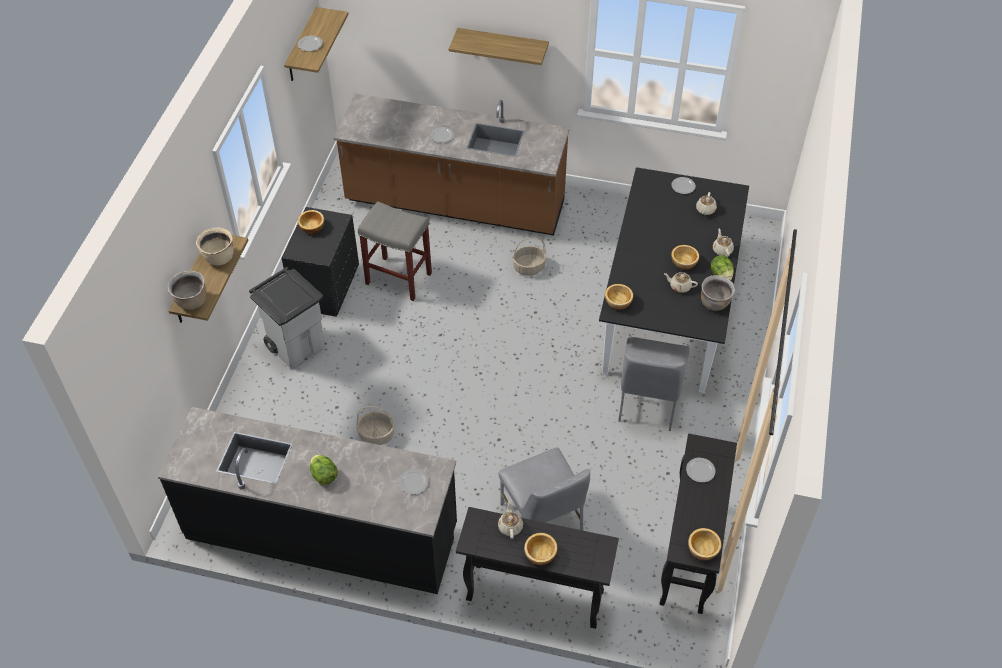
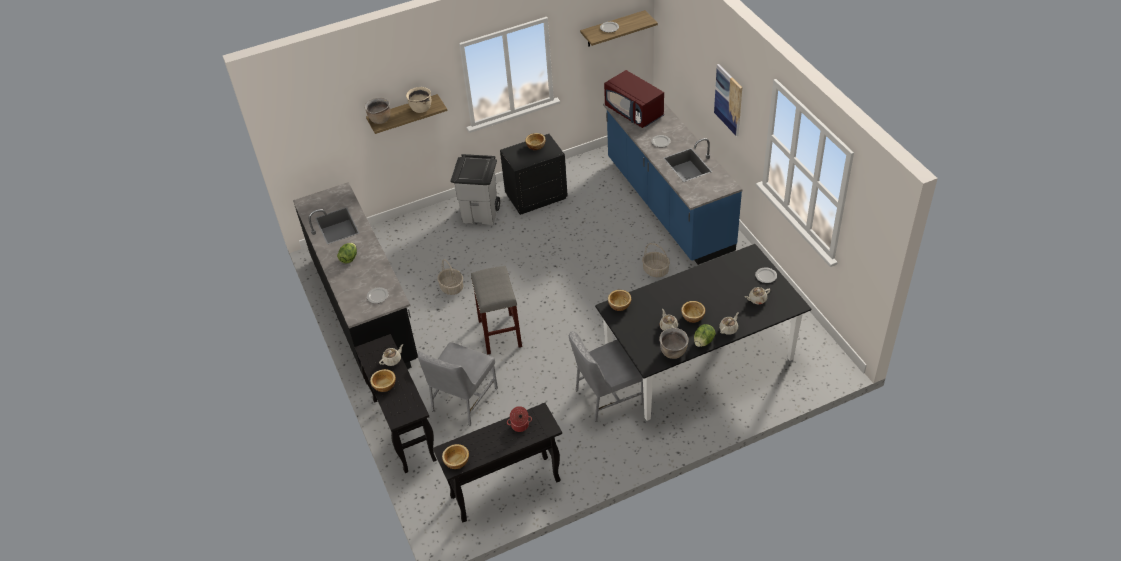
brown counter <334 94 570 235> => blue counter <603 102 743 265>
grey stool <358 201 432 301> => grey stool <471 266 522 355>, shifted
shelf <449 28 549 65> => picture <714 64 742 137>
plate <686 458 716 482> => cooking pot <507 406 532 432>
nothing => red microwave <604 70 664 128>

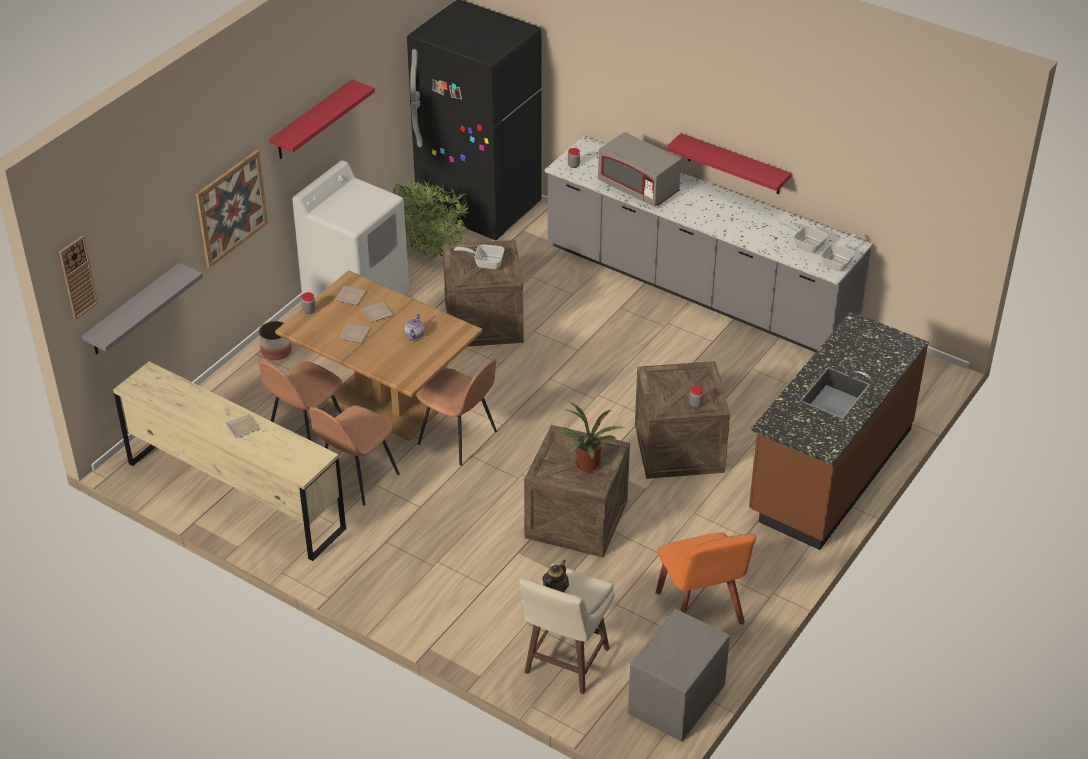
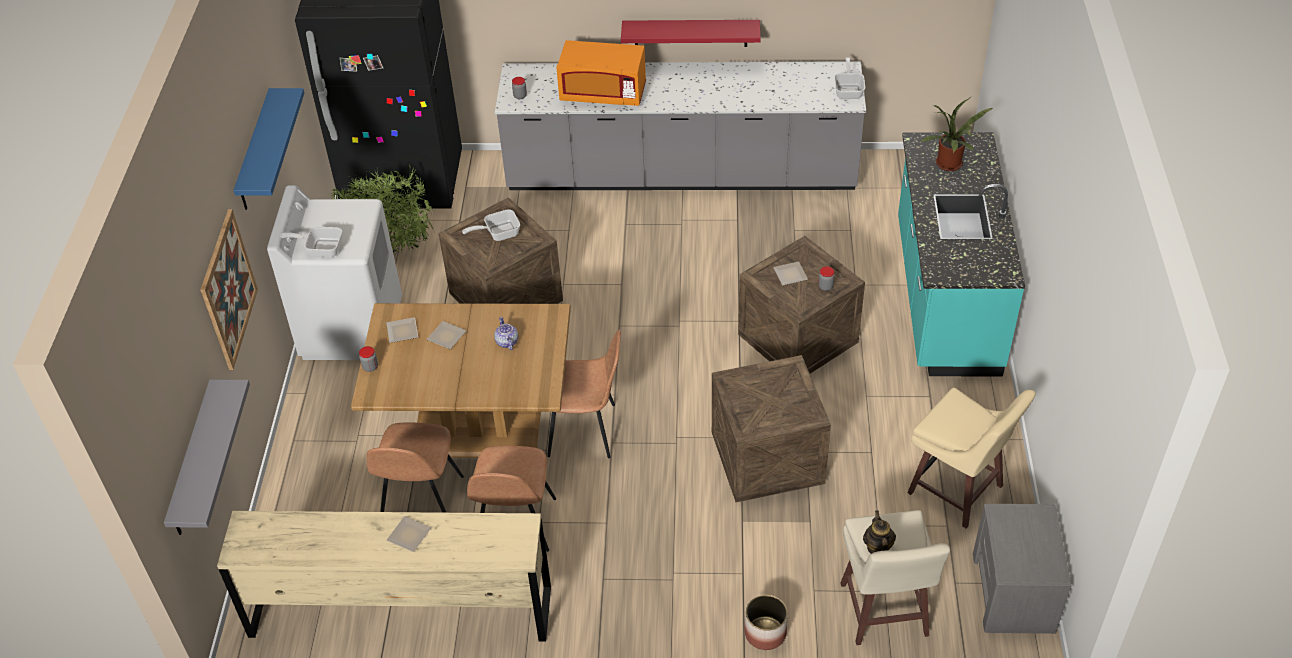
wall clock <59 236 98 320> => nothing
planter <259 321 292 360> => planter <745 595 788 650>, shifted
red shelf <269 79 375 159> => blue shelf <233 88 304 210>
plate <338 323 370 343> => plate <773 261 808 286>, shifted
potted plant <559 402 624 472> => potted plant <920 97 993 171>, shifted
grey microwave <598 132 681 207> => orange microwave <556 40 646 106>
orange chair <656 533 756 625> => beige stool <907 387 1036 528>
brown counter <749 312 929 550> => turquoise counter <898 132 1025 377>
frying pan <779 221 828 253> => frying pan <280 227 342 257>, shifted

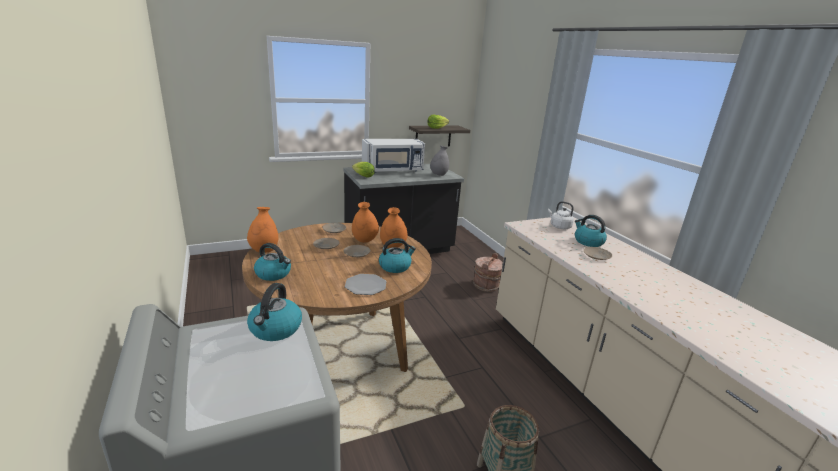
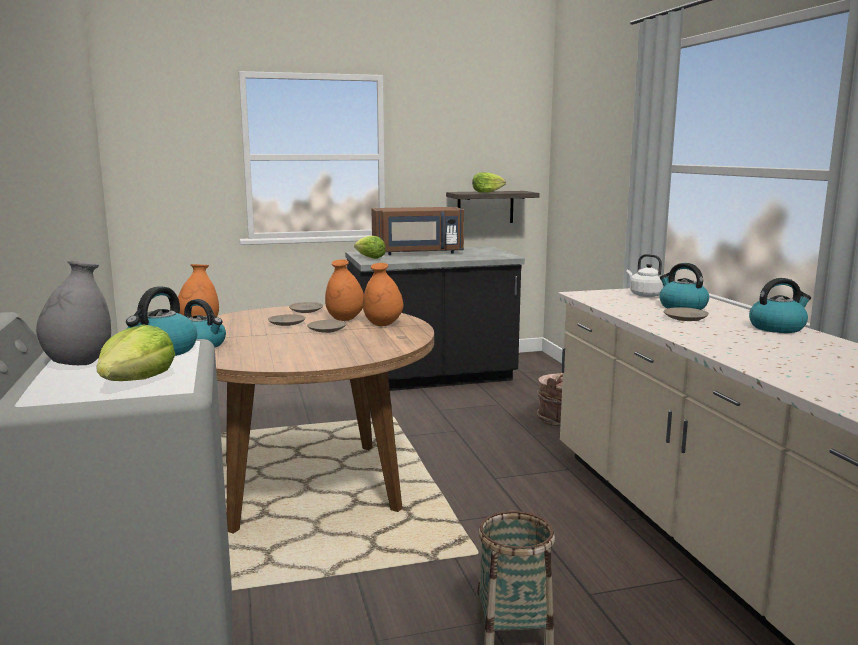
plate <345 274 386 295> => nothing
white microwave <362 139 425 173> => brown microwave <371 207 464 255>
kettle <379 238 416 273> => kettle <749 278 811 333>, shifted
grey vase <430 146 449 176> => grey vase <36 260 111 365>, shifted
nothing => lettuce <96 324 175 381>

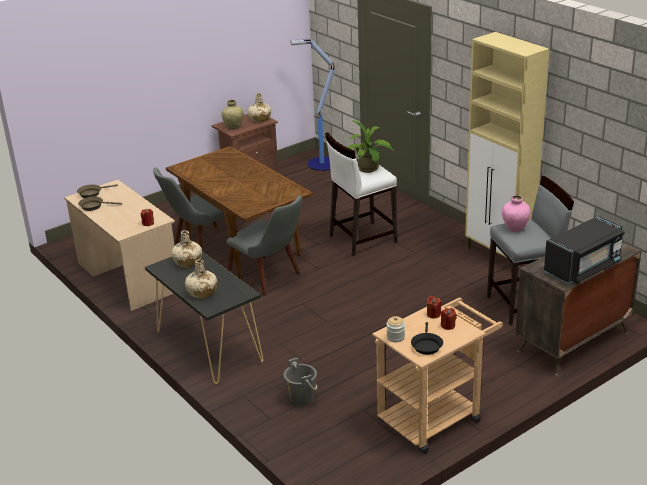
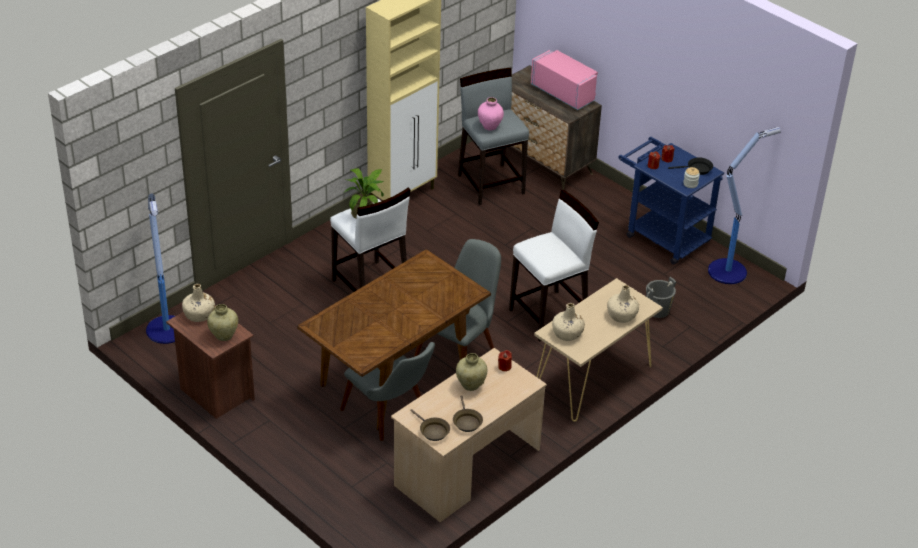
black console table <145 252 263 384> => beige console table <534 278 663 422>
beige cart <372 298 503 454> => blue cart <618 137 724 265>
black microwave <544 216 625 284> => pink microwave <531 50 598 110>
nothing => beige vase <456 353 487 391>
nothing => white stool <509 190 599 342>
nothing => floor lamp <708 127 781 284>

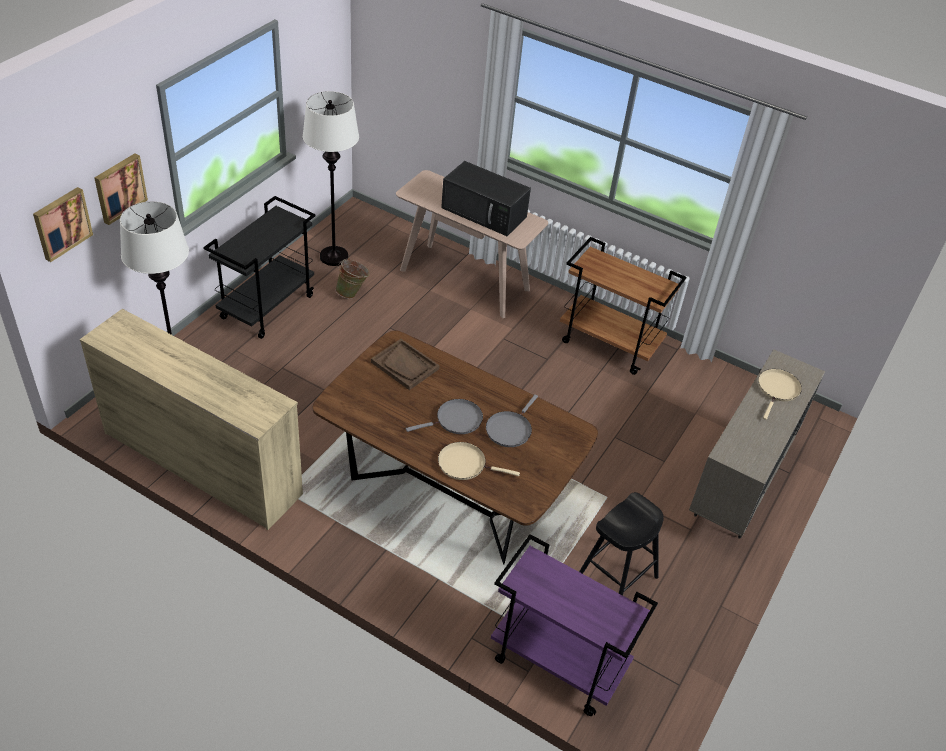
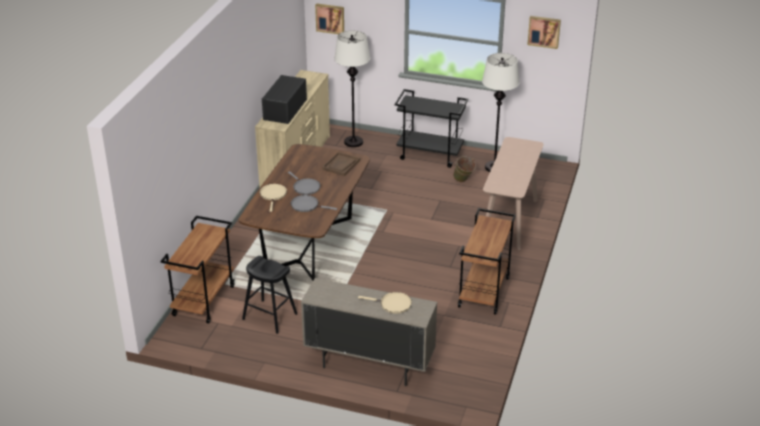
picture <94 153 148 225> => picture <527 16 561 49>, shifted
black microwave <441 161 531 236> => black microwave <262 75 307 124>, shifted
purple cart <491 534 658 716> => brown cart <160 216 235 324>

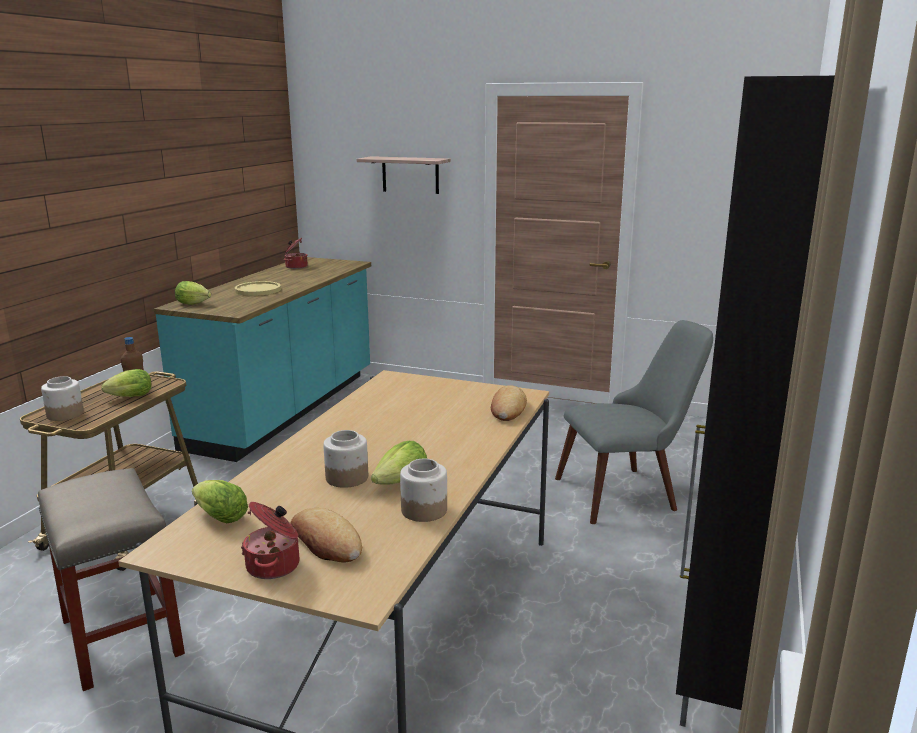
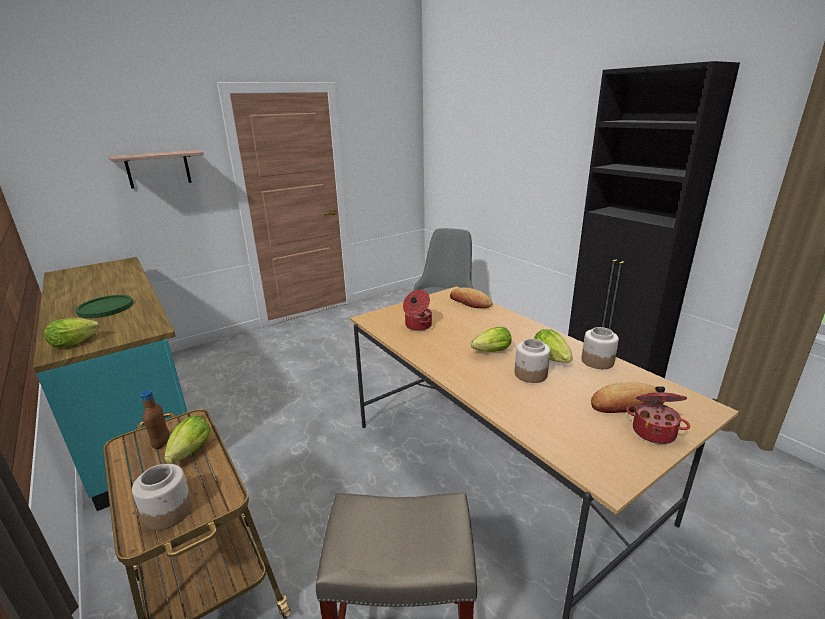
lettuce <192 480 248 523> => lettuce <471 327 512 352>, shifted
yellow plate <235 281 281 296> => green plate <76 295 133 318>
cooking pot <284 238 308 269> => cooking pot <403 290 432 331>, shifted

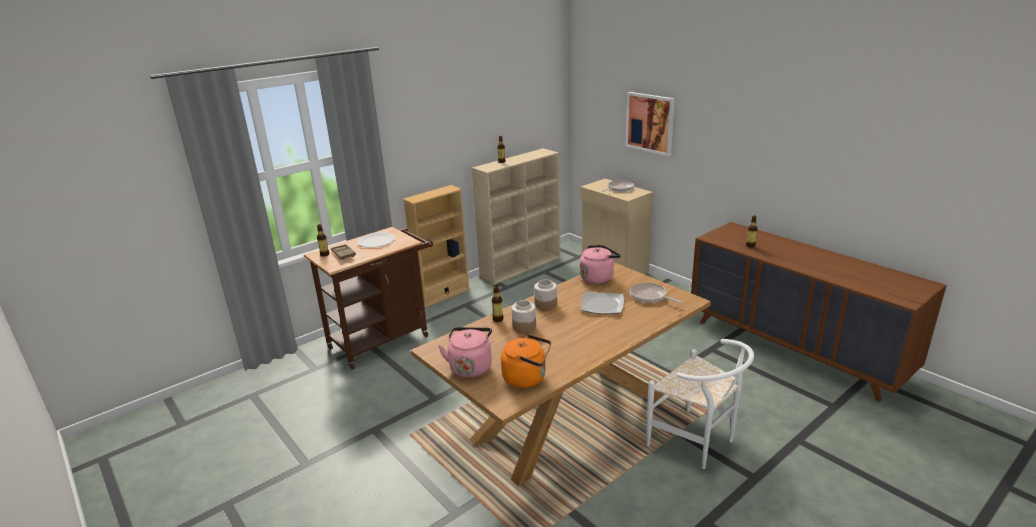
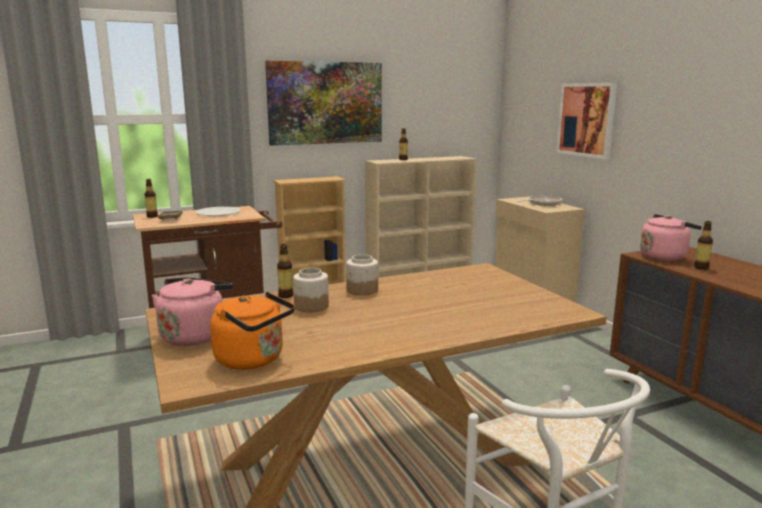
pink kettle <580 245 621 284> => pink kettle <640 214 702 261>, shifted
plate <581 292 624 314> => nothing
frying pan <630 283 682 304> => nothing
nothing => picture <265 60 382 146>

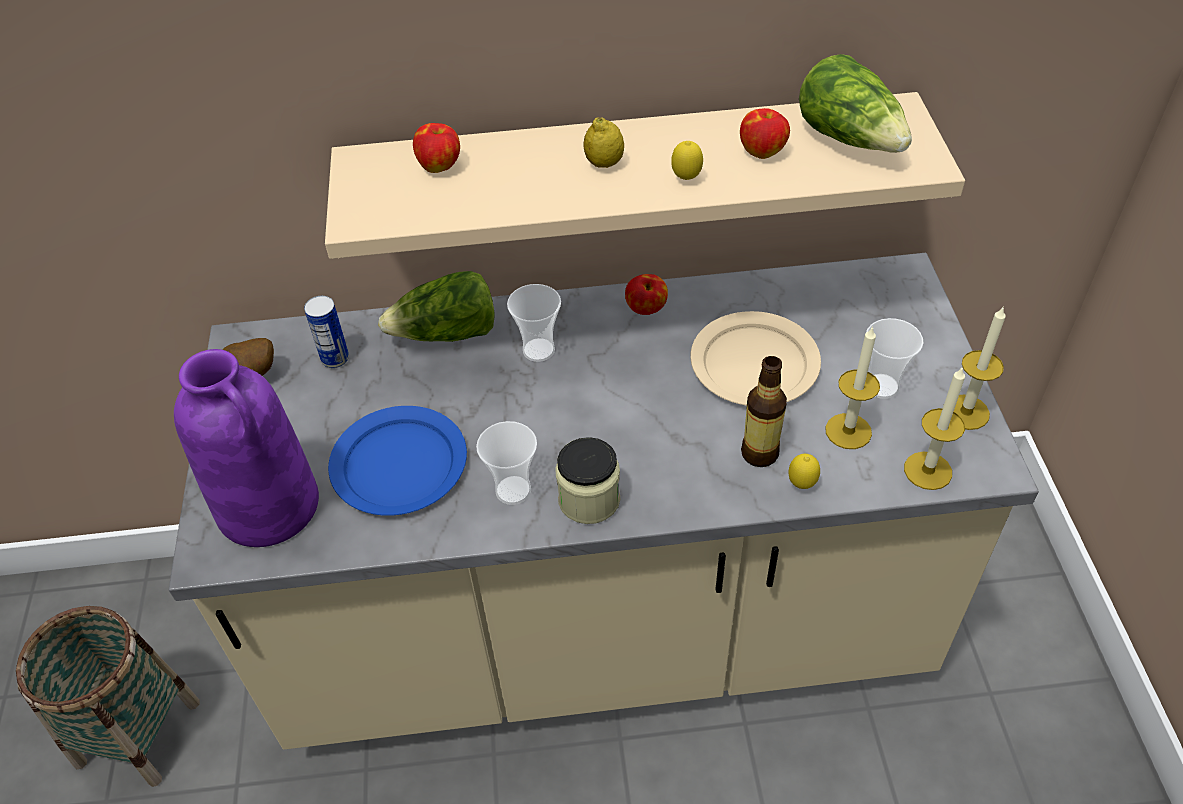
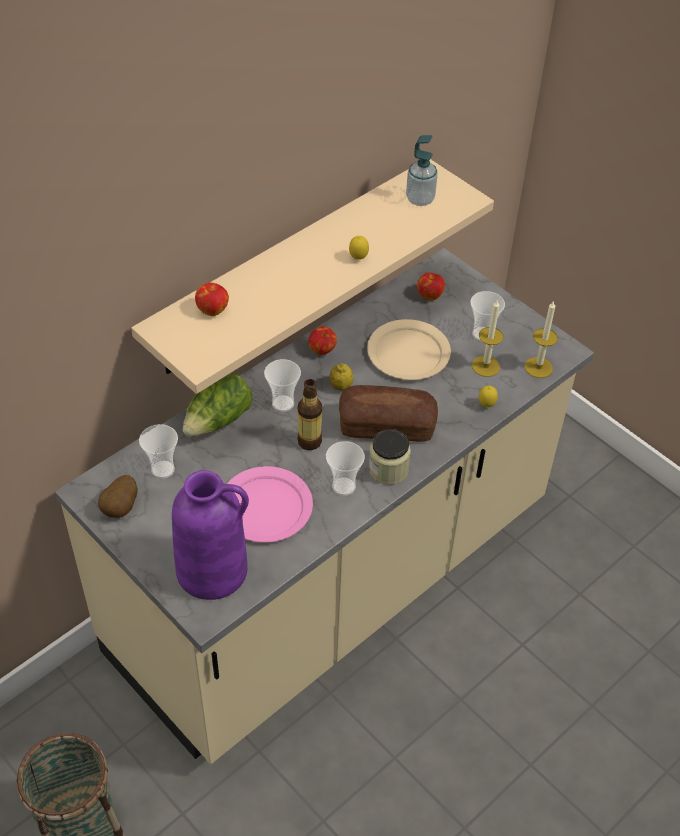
can <304 296 349 368> => cup <139 424 178 479>
blue plate <328 406 467 516> => pink plate <227 466 313 542>
lemon <583 117 624 168> => lemon <330 363 353 391>, shifted
apple <740 108 790 159> => apple <417 273 445 300>, shifted
bottle <741 356 787 467> => bottle <297 379 322 450>, shifted
lettuce <799 54 912 152> => soap dispenser <406 135 438 206>
candle <954 306 1006 430> => nothing
nothing => bread <339 385 438 442>

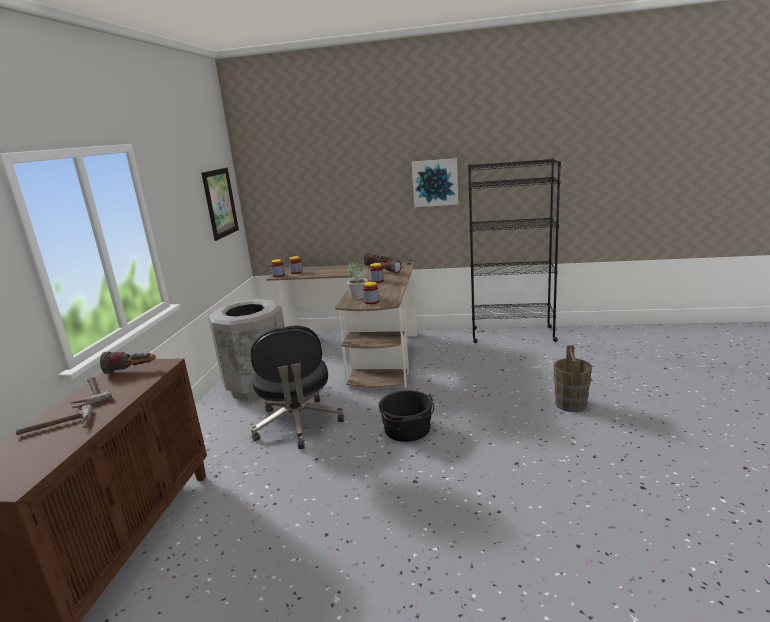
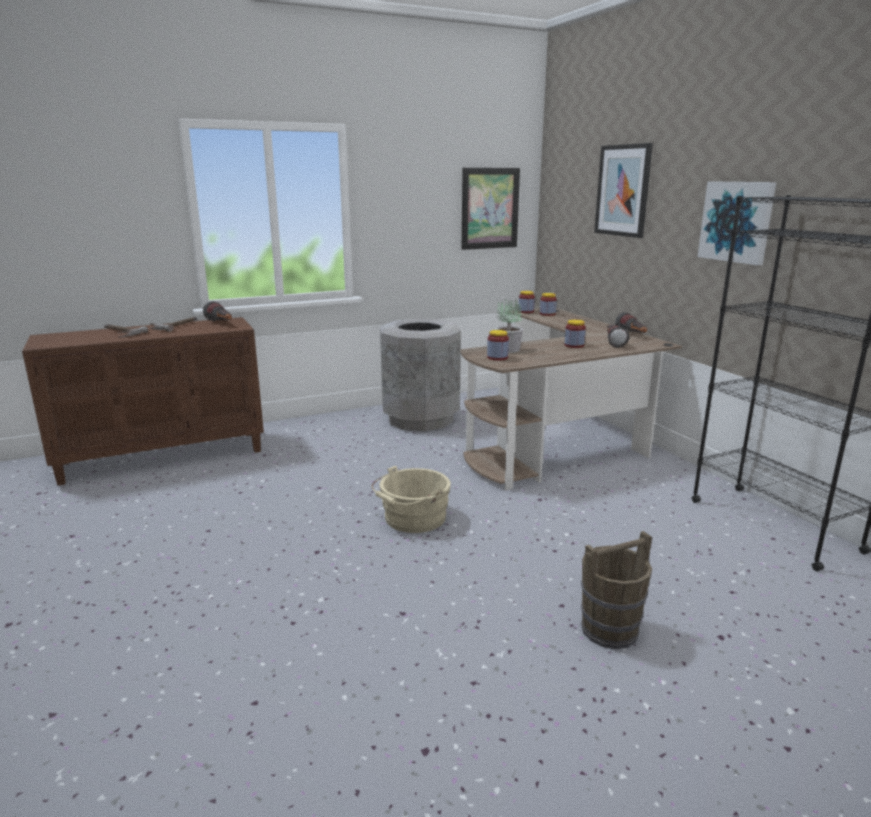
black office chair <251 325 344 449> => nothing
black bucket <378 390 434 442> => beige bucket <371 466 451 533>
nothing => picture <594 143 653 238>

